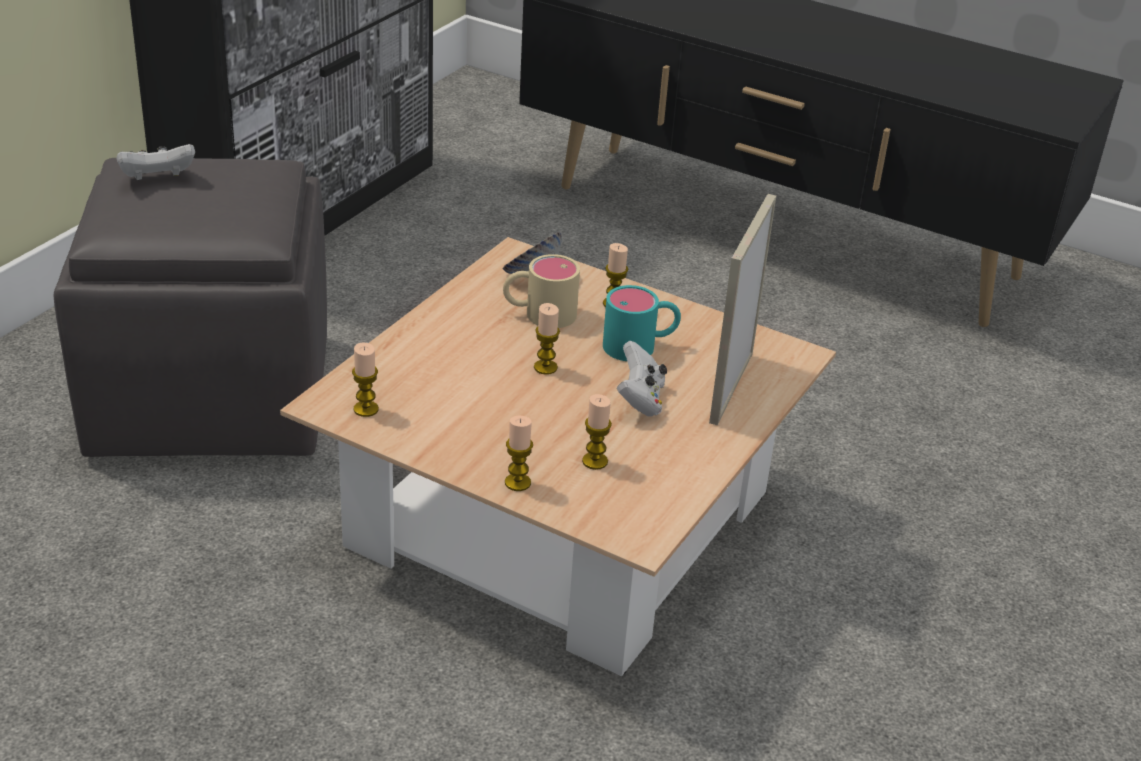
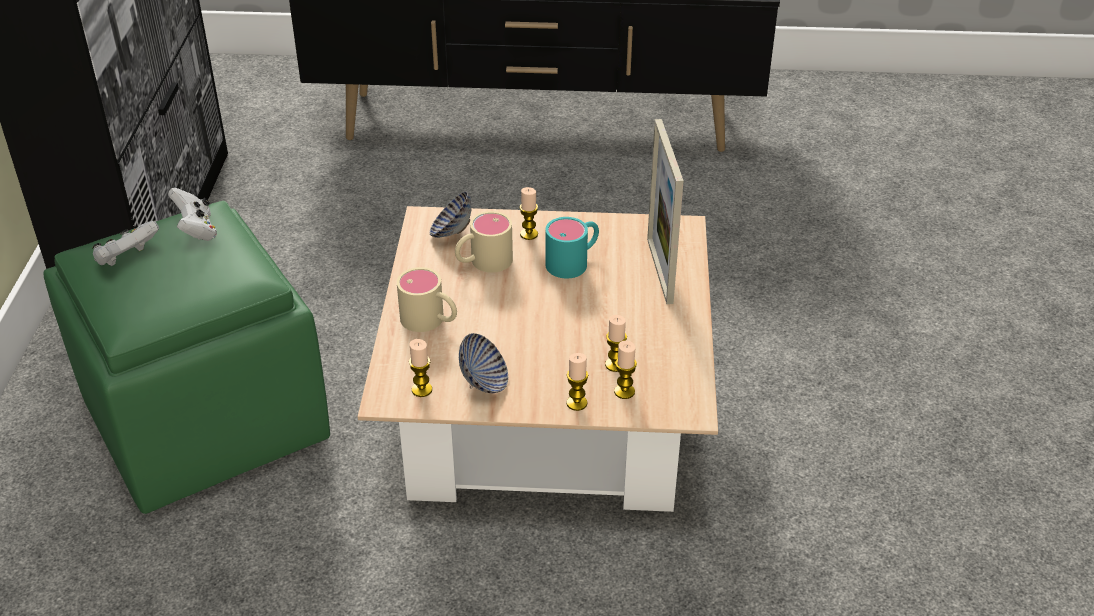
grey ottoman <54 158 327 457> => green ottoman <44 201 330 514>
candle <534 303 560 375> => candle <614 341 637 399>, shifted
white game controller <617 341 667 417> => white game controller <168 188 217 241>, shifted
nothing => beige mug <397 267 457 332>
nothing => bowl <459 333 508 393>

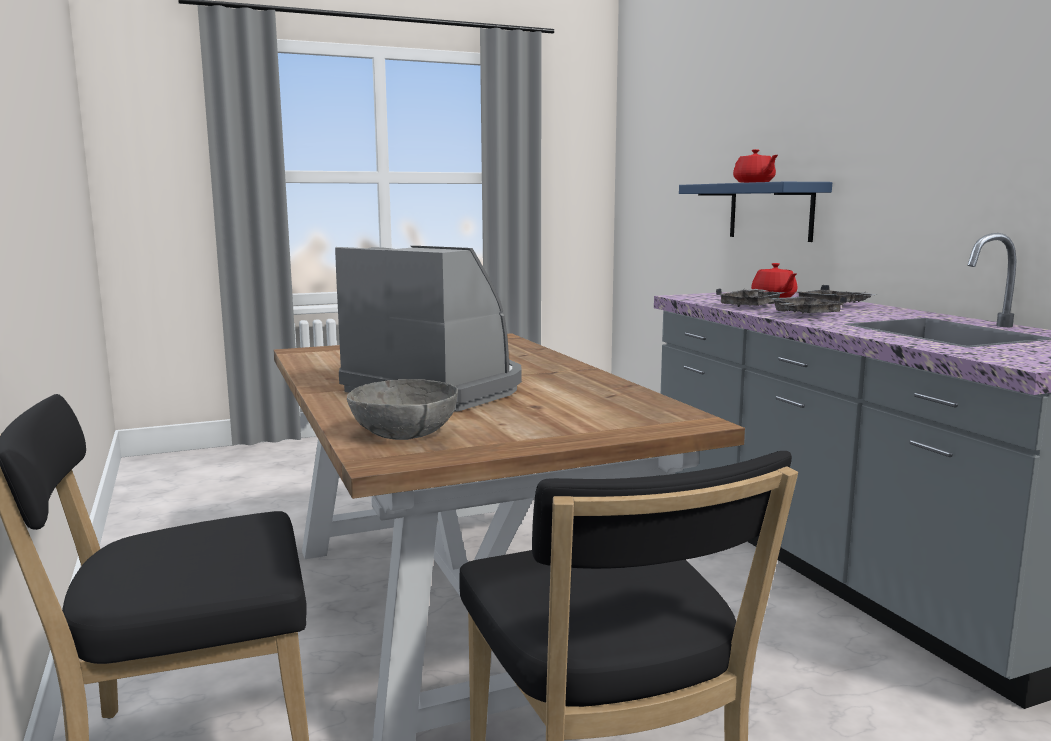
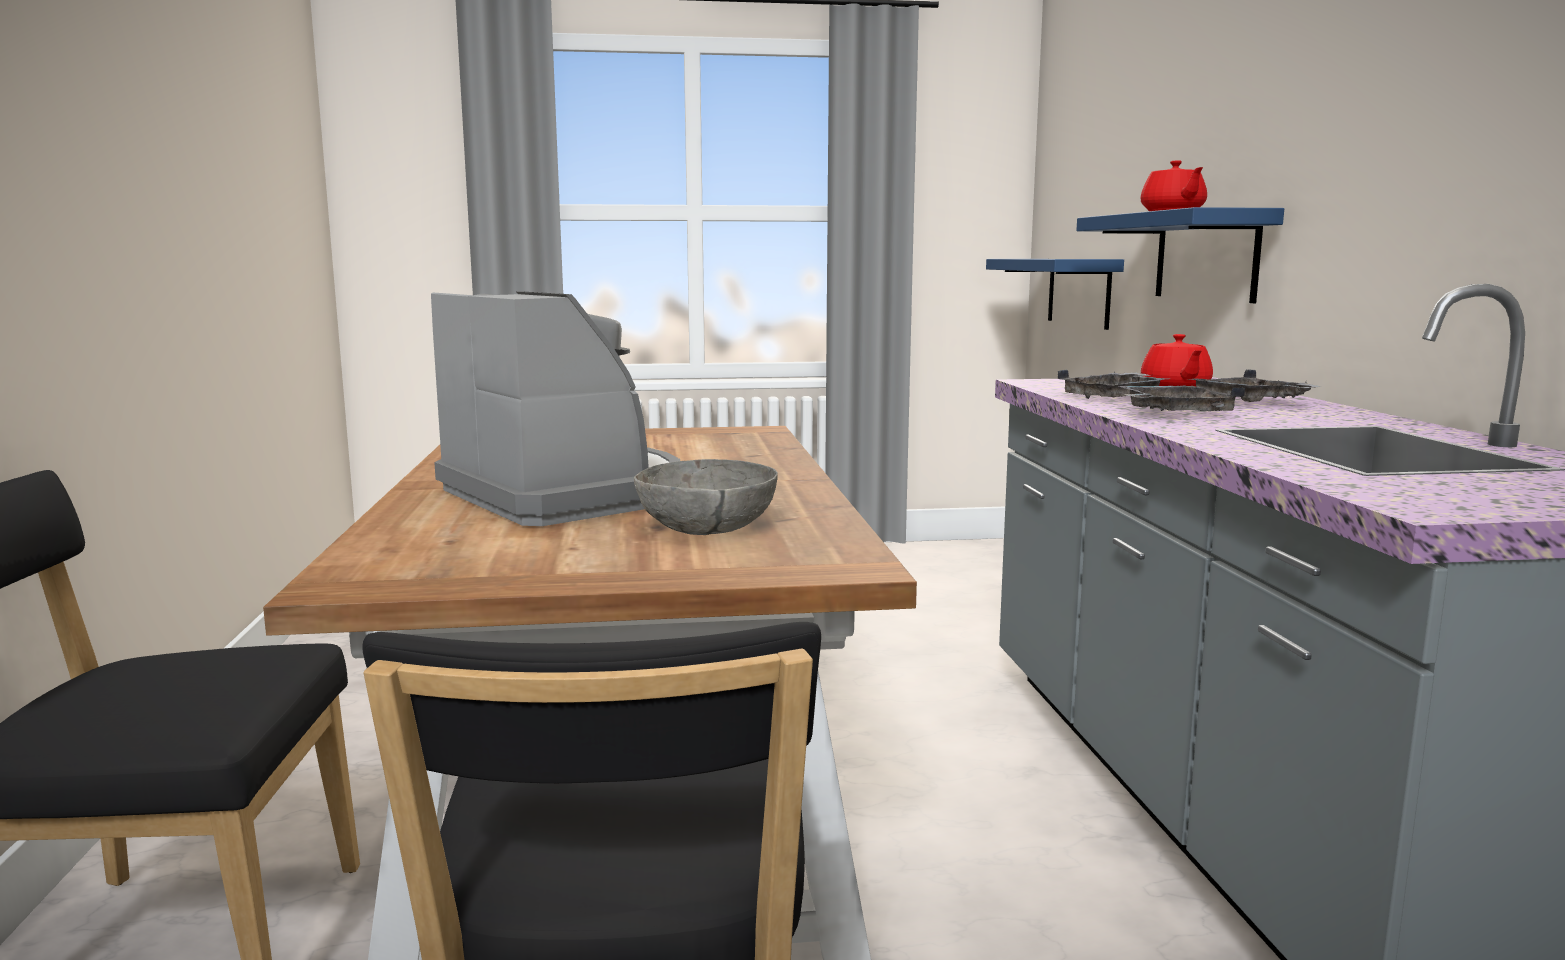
grey bowl <347 379 458 440> => grey bowl <634 459 778 535>, shifted
nothing => blue shelf <986 259 1124 330>

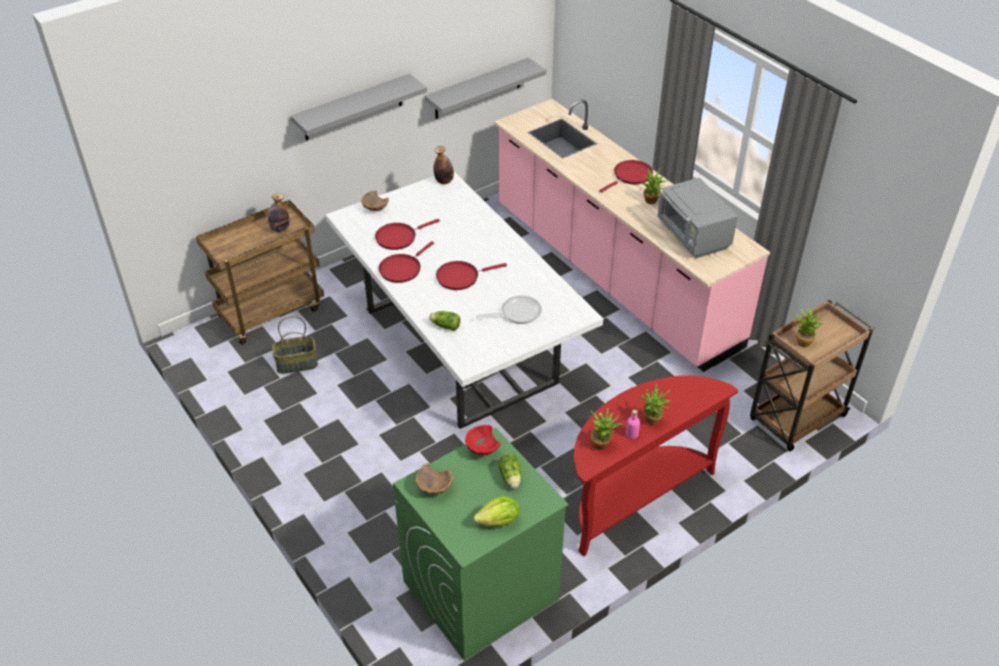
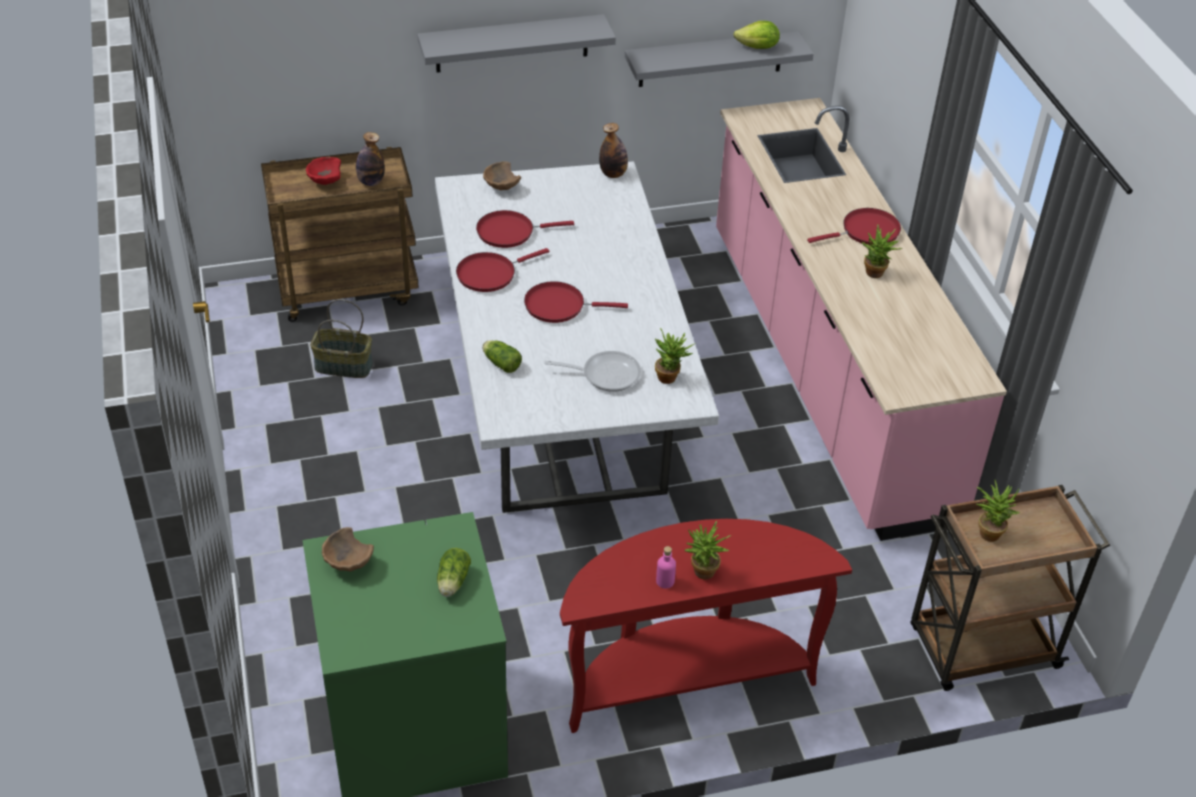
red bowl <465 425 500 455> => red bowl <306 157 341 185>, shifted
lettuce <473 496 520 526> => lettuce <733 21 780 49>, shifted
potted plant <590 408 622 450> => potted plant <655 328 696 384>, shifted
grey microwave <657 178 738 258> => nothing

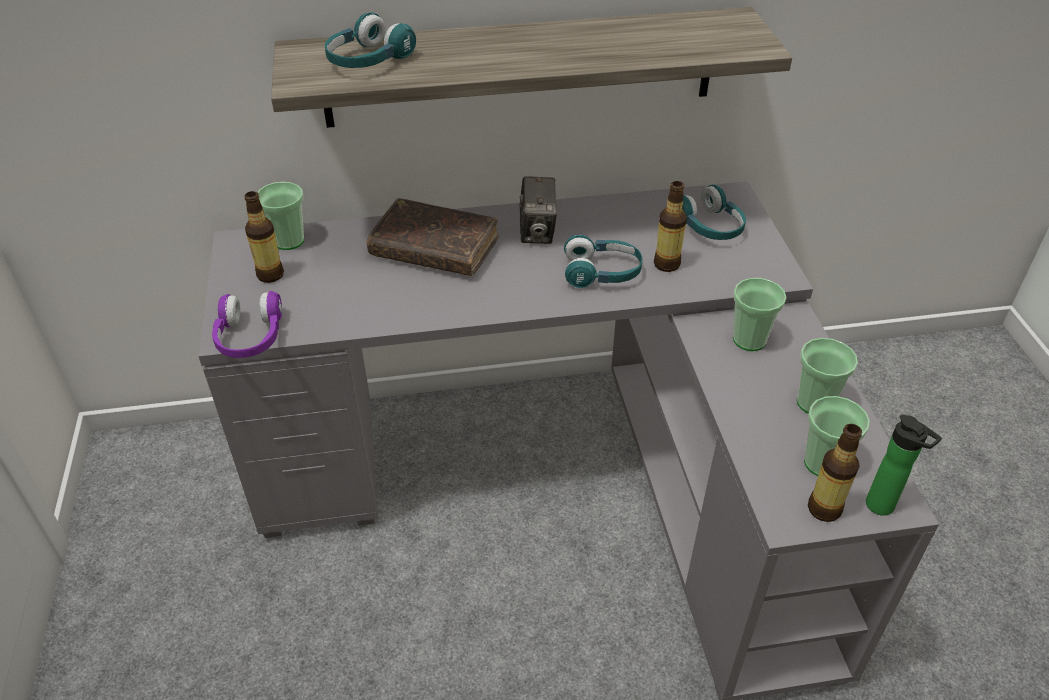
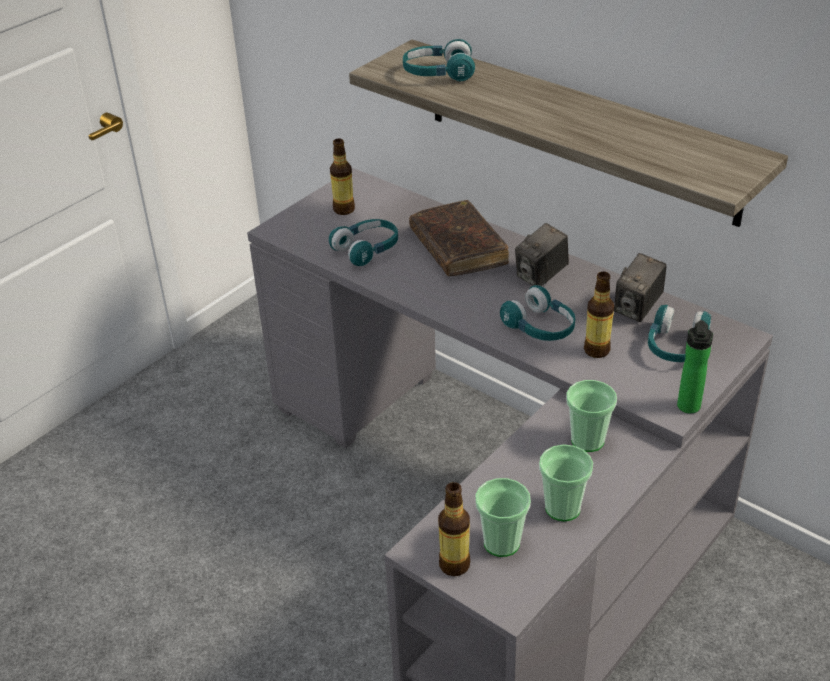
purple headphones <212 291 282 358> => nothing
cup <257 182 304 250> => nothing
bottle <866 415 942 516> => bottle <677 320 713 414>, shifted
nothing => turquoise headphones <329 219 398 266>
nothing => photo camera <614 253 666 322>

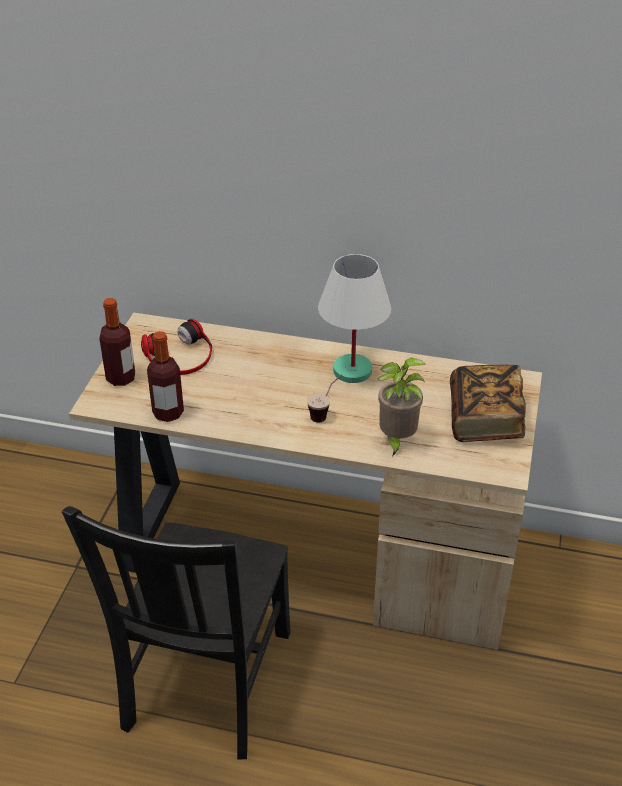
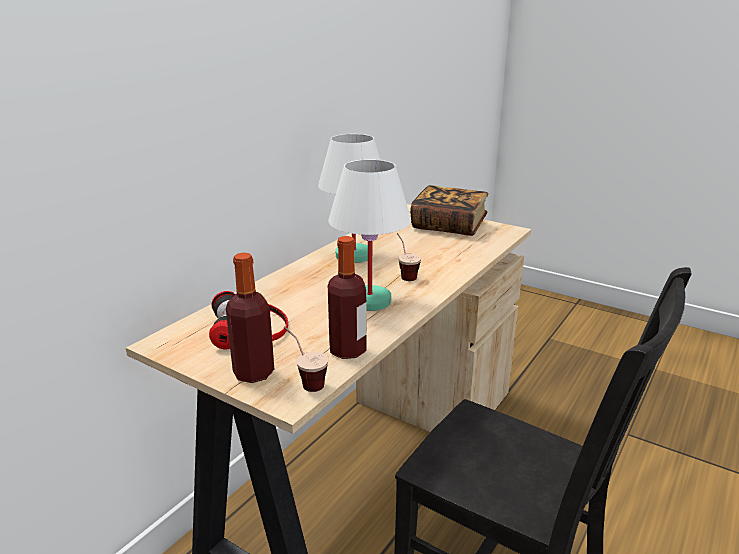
potted plant <377 358 425 457> => nothing
nothing => cup <284 326 328 392>
nothing => white table lamp <328 159 411 311>

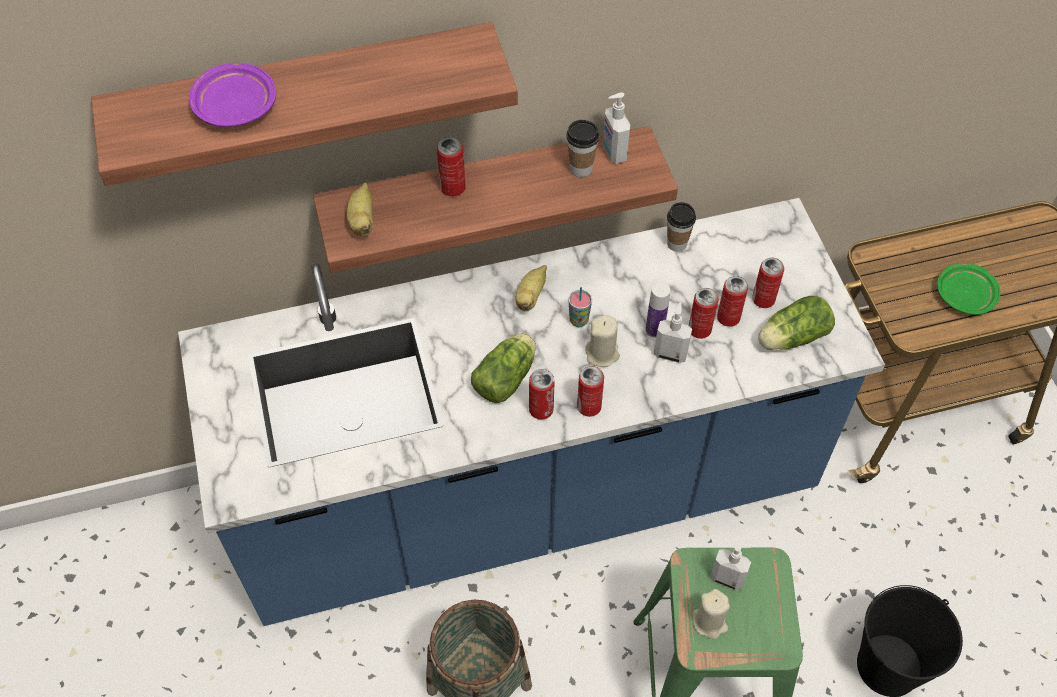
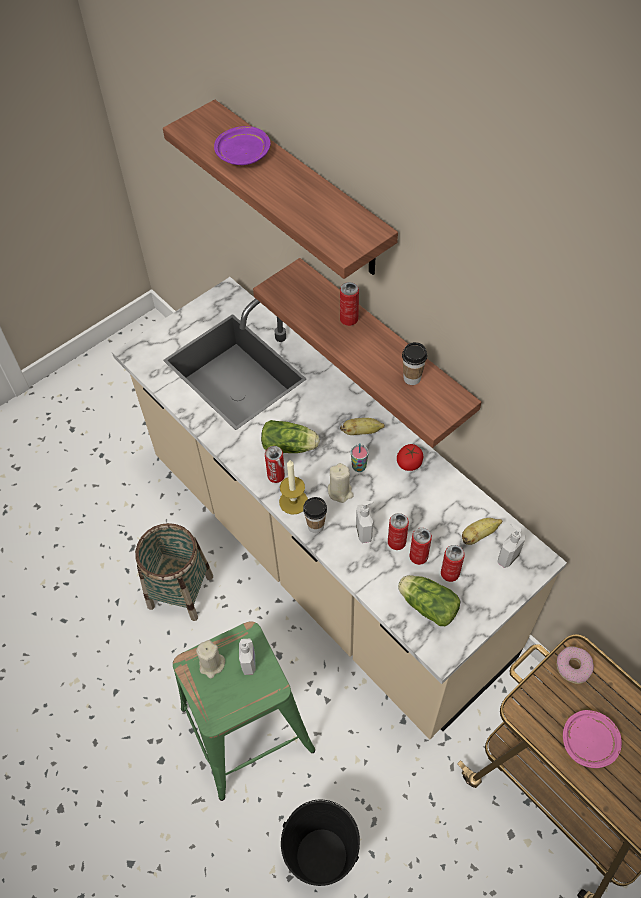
blue counter <178 198 885 626> => beige counter <112 277 567 739>
banana <347 183 373 237> => banana <462 518 502 545>, shifted
can <577 366 604 417> => candle <279 460 308 515>
soap dispenser <603 92 630 164> => soap dispenser <497 524 526 568>, shifted
bottle <646 282 670 338> => nothing
cup <667 202 696 252> => cup <303 497 327 533>, shifted
green plate <937 263 1000 315> => pink plate <563 710 622 768>
nothing => tomato <397 444 423 471>
nothing => donut <556 646 594 684>

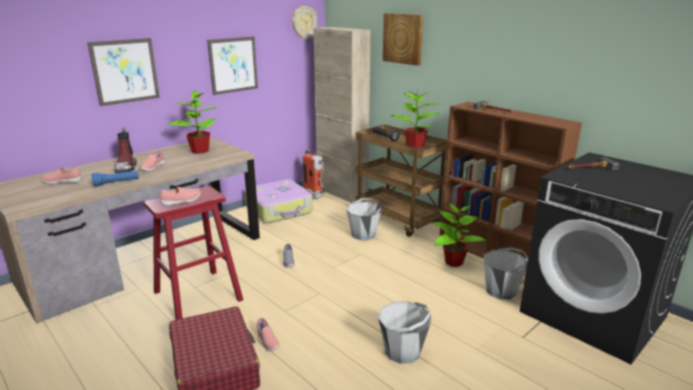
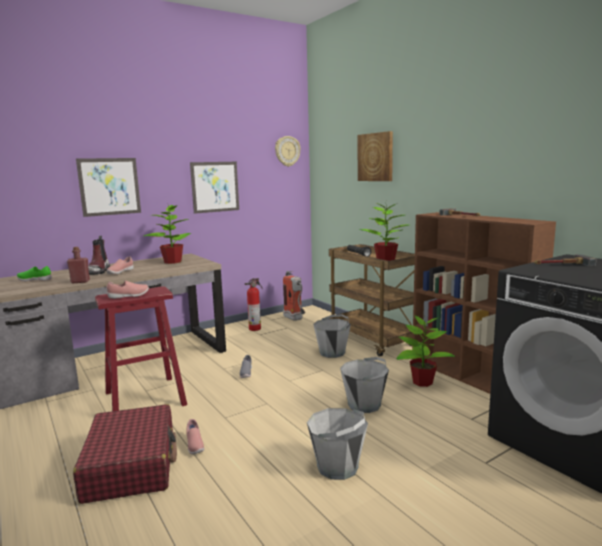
pink shoe <41 167 82 184> => green shoe <16 266 52 281>
blue flashlight <91 171 139 186> => red bottle <67 247 90 283>
suitcase <244 179 313 223> => fire extinguisher <245 278 263 331>
beige cabinet <313 27 371 203> => nothing
grey bucket <483 247 528 299> => grey bucket <340 357 389 413>, shifted

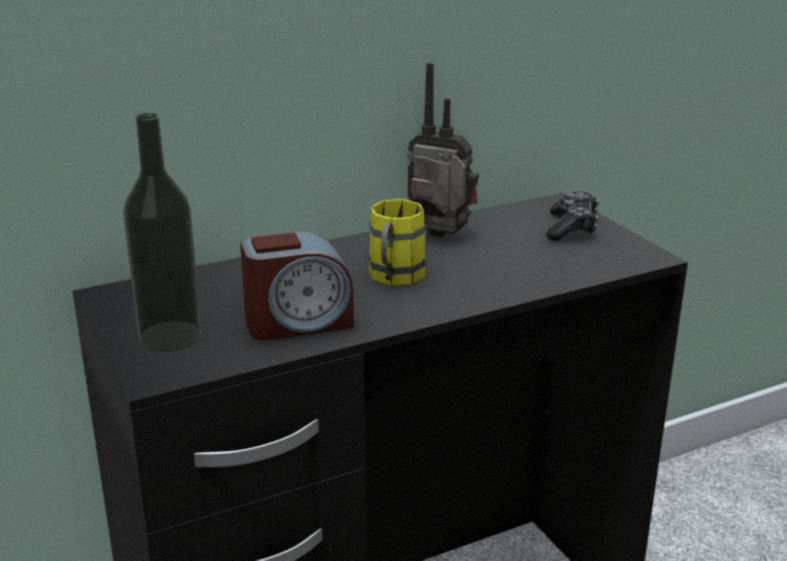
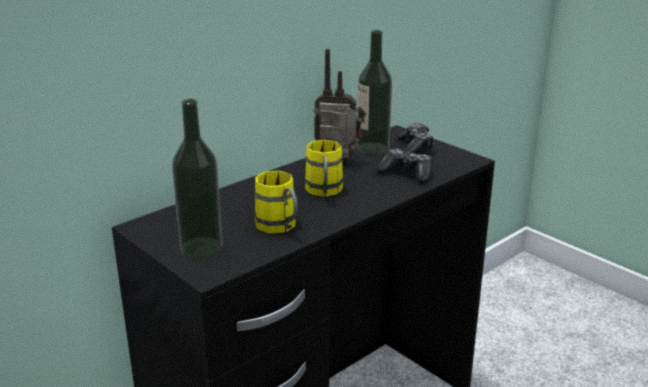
alarm clock <240 231 354 340> => yellow mug <255 171 298 234>
nothing => bottle <357 30 392 155>
nothing => game controller <377 148 432 183>

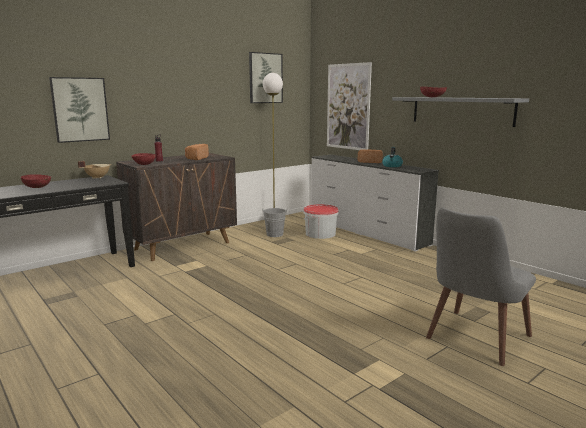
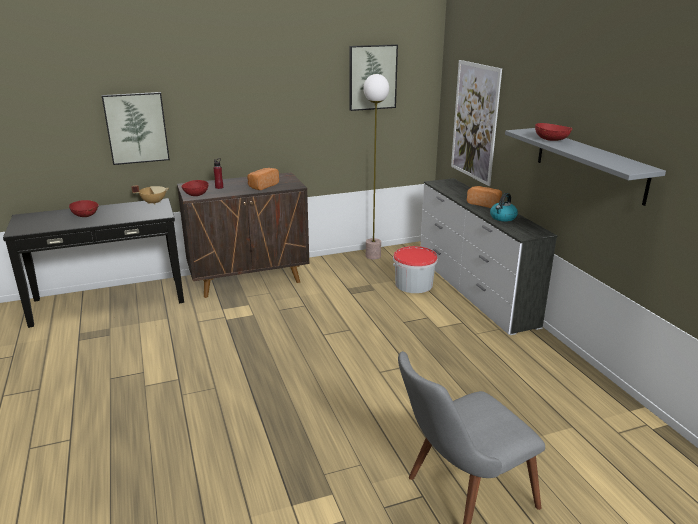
grey bucket <262 208 287 237> => nothing

